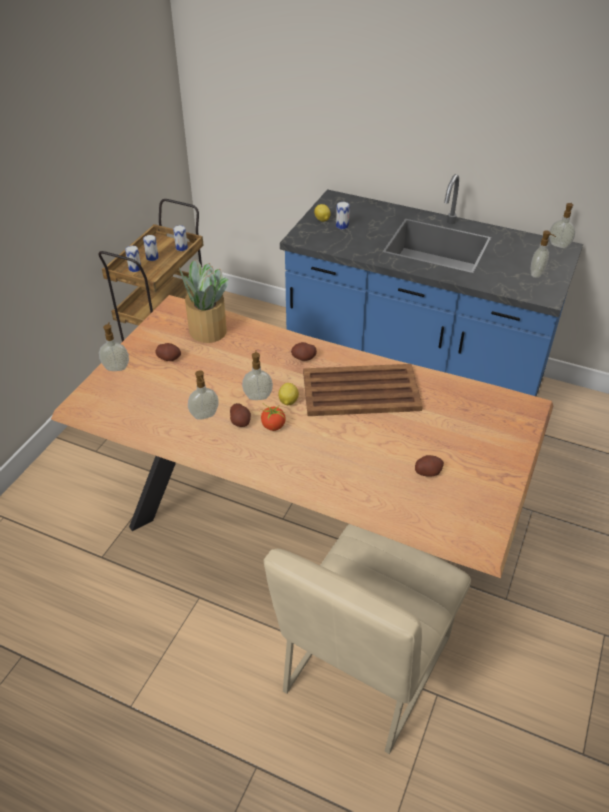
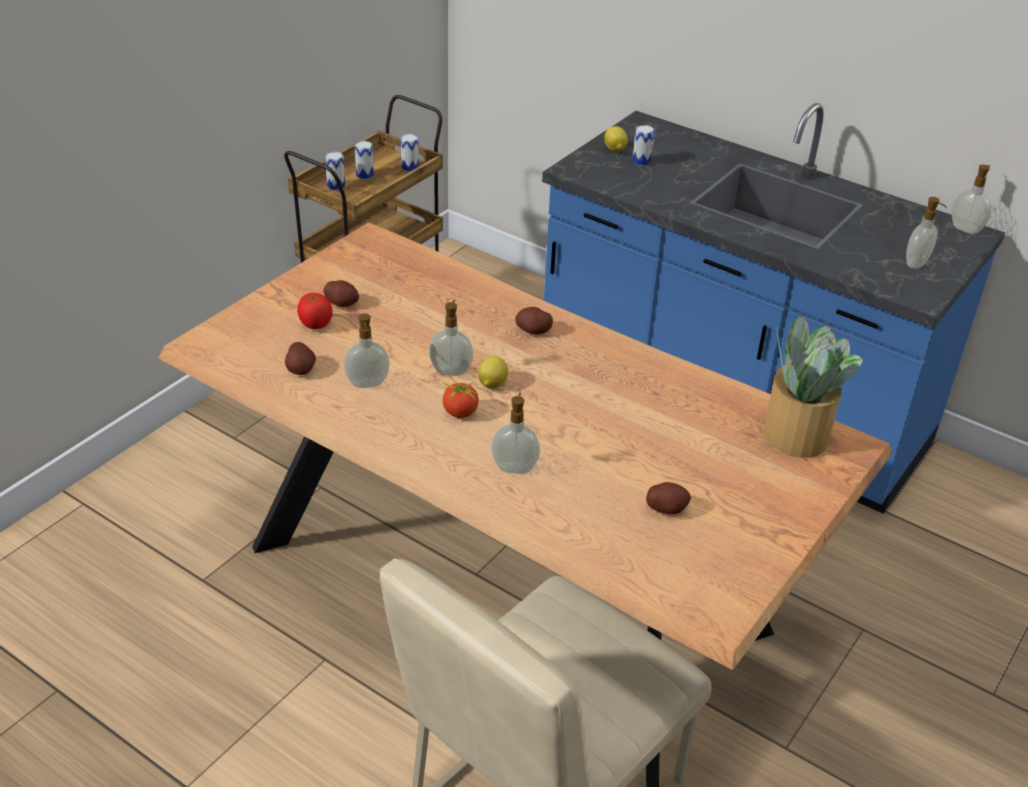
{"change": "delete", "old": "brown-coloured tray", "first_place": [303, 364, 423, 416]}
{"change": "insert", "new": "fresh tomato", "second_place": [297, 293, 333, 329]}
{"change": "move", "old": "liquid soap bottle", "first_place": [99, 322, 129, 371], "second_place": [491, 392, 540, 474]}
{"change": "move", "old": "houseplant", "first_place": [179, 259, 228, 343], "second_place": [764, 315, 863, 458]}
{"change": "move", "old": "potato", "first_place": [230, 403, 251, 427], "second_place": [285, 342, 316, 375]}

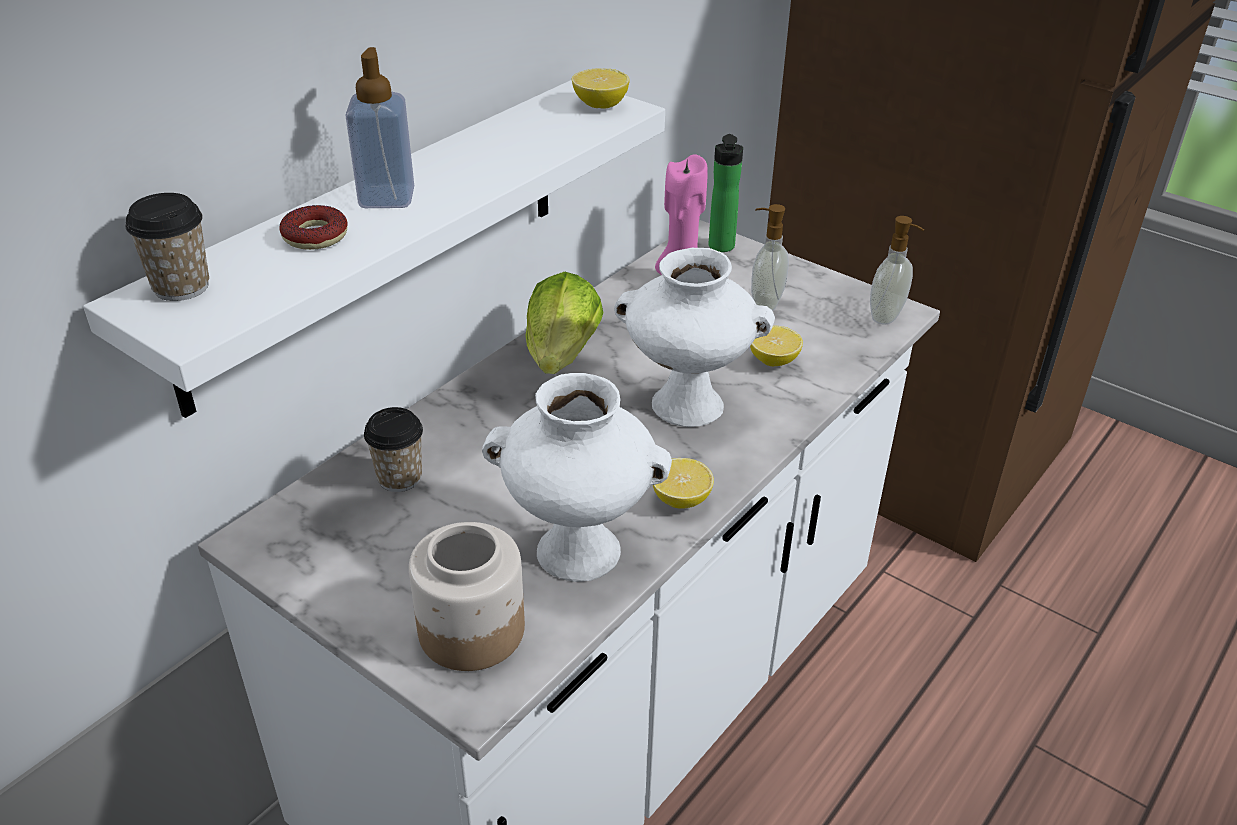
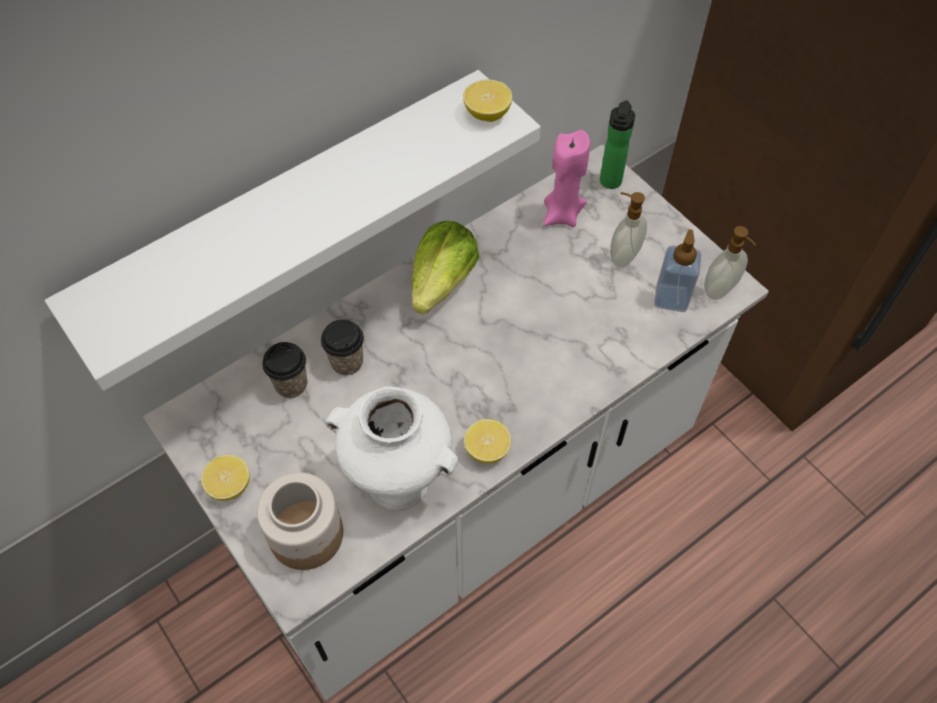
{"change": "delete", "old": "doughnut", "first_place": [280, 205, 348, 250]}
{"change": "delete", "old": "white flower vase", "first_place": [614, 248, 775, 427]}
{"change": "move", "old": "small cup", "first_place": [126, 193, 209, 301], "second_place": [321, 319, 364, 375]}
{"change": "move", "old": "liquid soap bottle", "first_place": [345, 47, 414, 208], "second_place": [654, 229, 701, 312]}
{"change": "move", "old": "citrus fruit", "first_place": [750, 325, 803, 366], "second_place": [201, 455, 250, 500]}

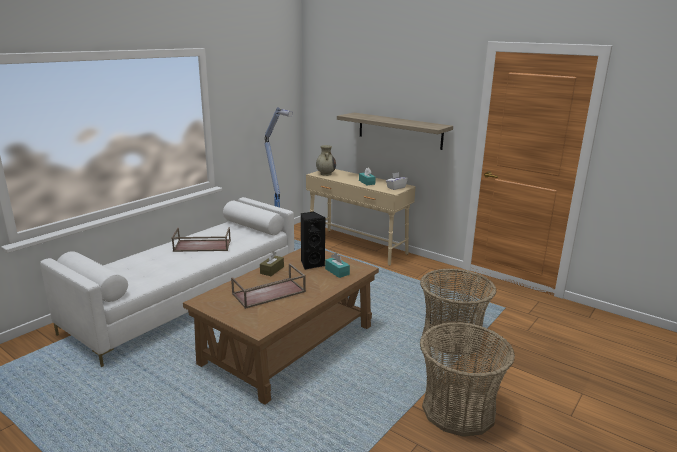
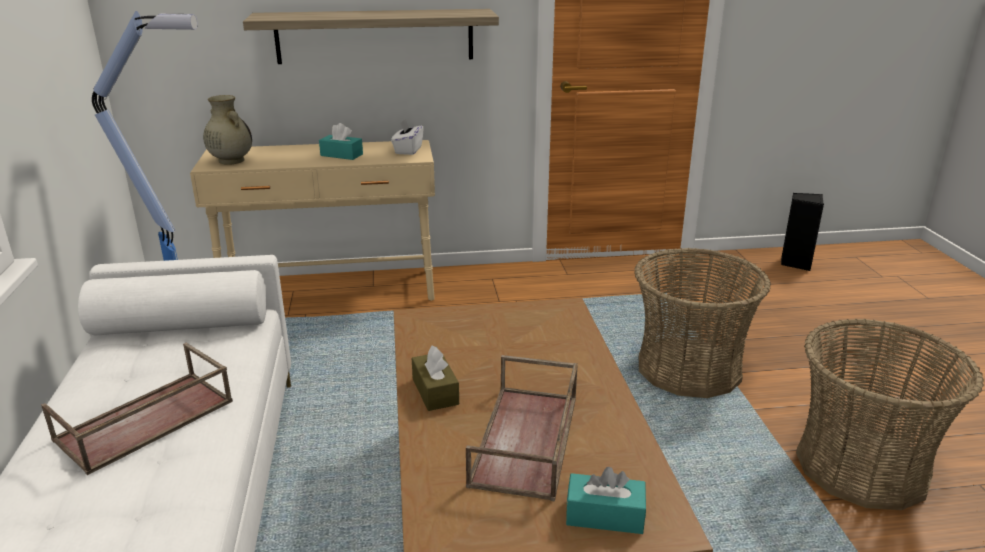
{"change": "move", "old": "black-coloured speaker", "first_place": [301, 212, 326, 270], "second_place": [781, 193, 824, 271]}
{"change": "move", "old": "blue-green tissue box", "first_place": [325, 253, 350, 278], "second_place": [566, 467, 646, 534]}

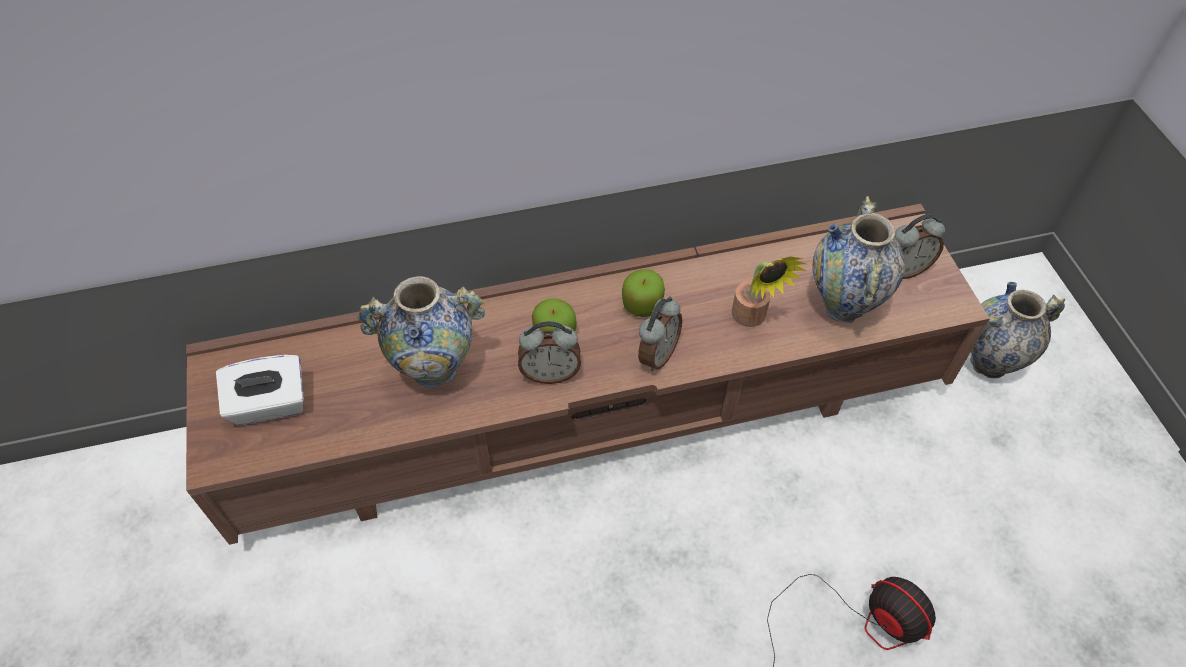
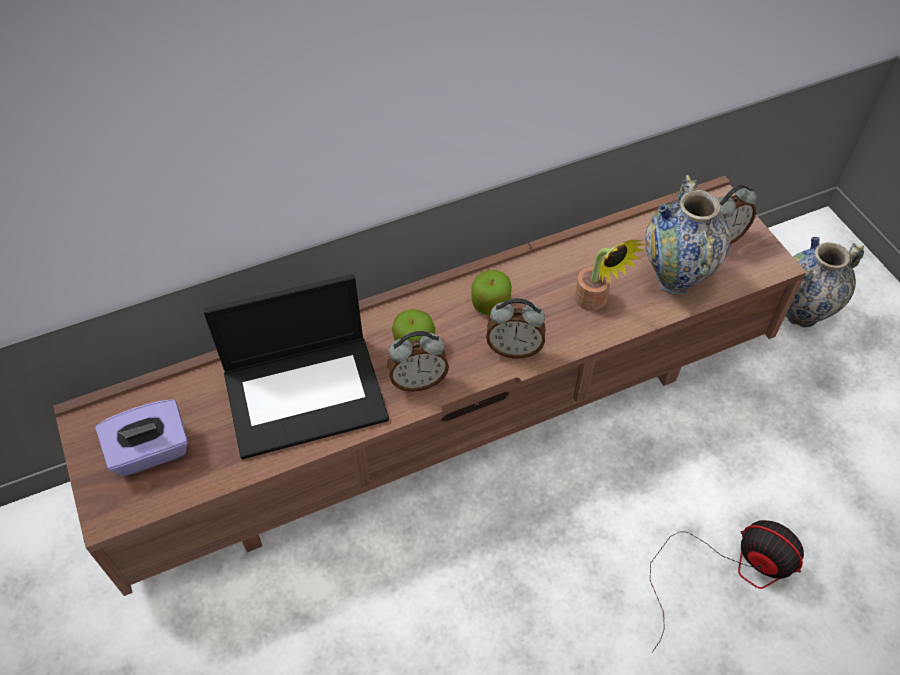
{"change": "replace", "old": "flower vase", "new": "laptop", "first_place": [357, 276, 485, 388], "second_place": [203, 274, 389, 459]}
{"change": "recolor", "old": "white tissue box", "new": "purplish tissue box", "first_place": [216, 355, 304, 425], "second_place": [95, 399, 188, 476]}
{"change": "rotate", "old": "bedside clock", "first_place": [638, 297, 682, 371], "second_place": [486, 298, 546, 358], "degrees": 75}

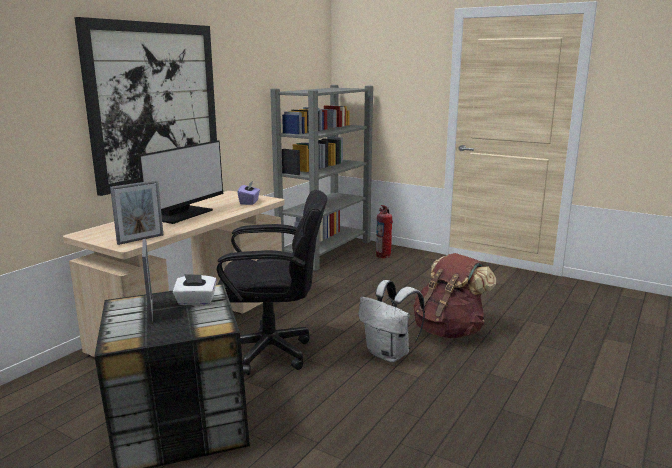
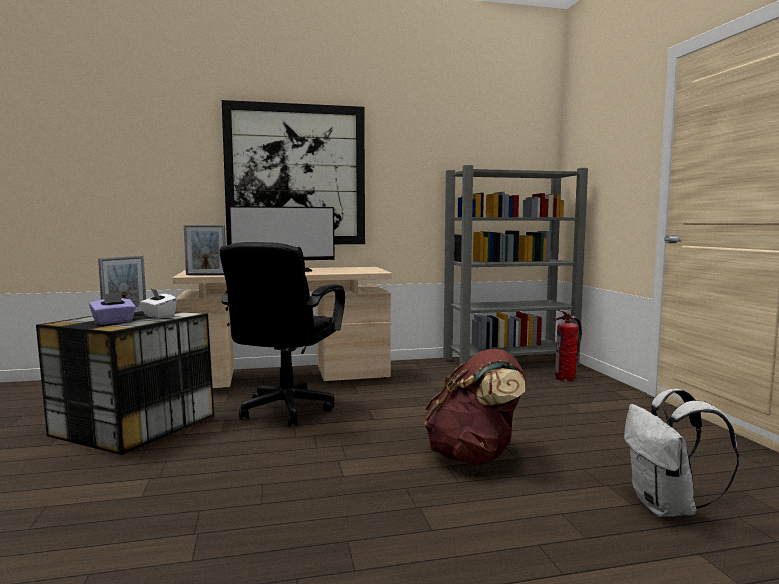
{"change": "move", "old": "purplish tissue box", "first_place": [237, 181, 260, 205], "second_place": [89, 293, 136, 325]}
{"change": "move", "old": "white backpack", "first_place": [358, 280, 425, 362], "second_place": [624, 389, 739, 517]}
{"change": "rotate", "old": "black-coloured desk chair", "first_place": [217, 190, 328, 375], "second_place": [219, 242, 345, 426], "degrees": 60}

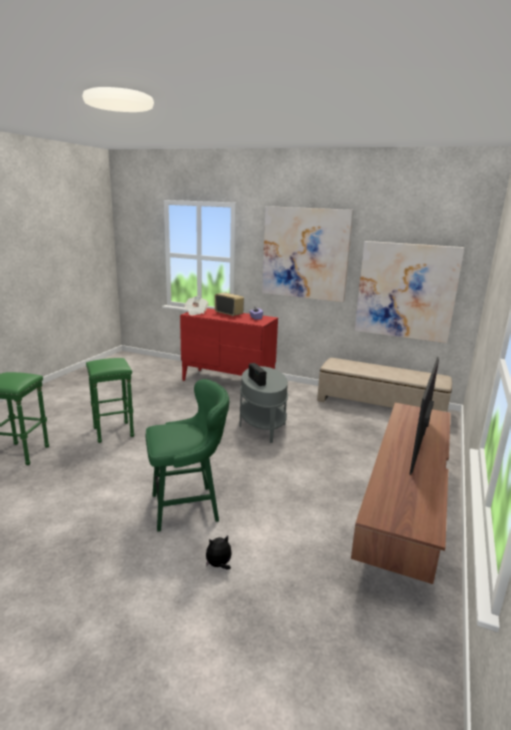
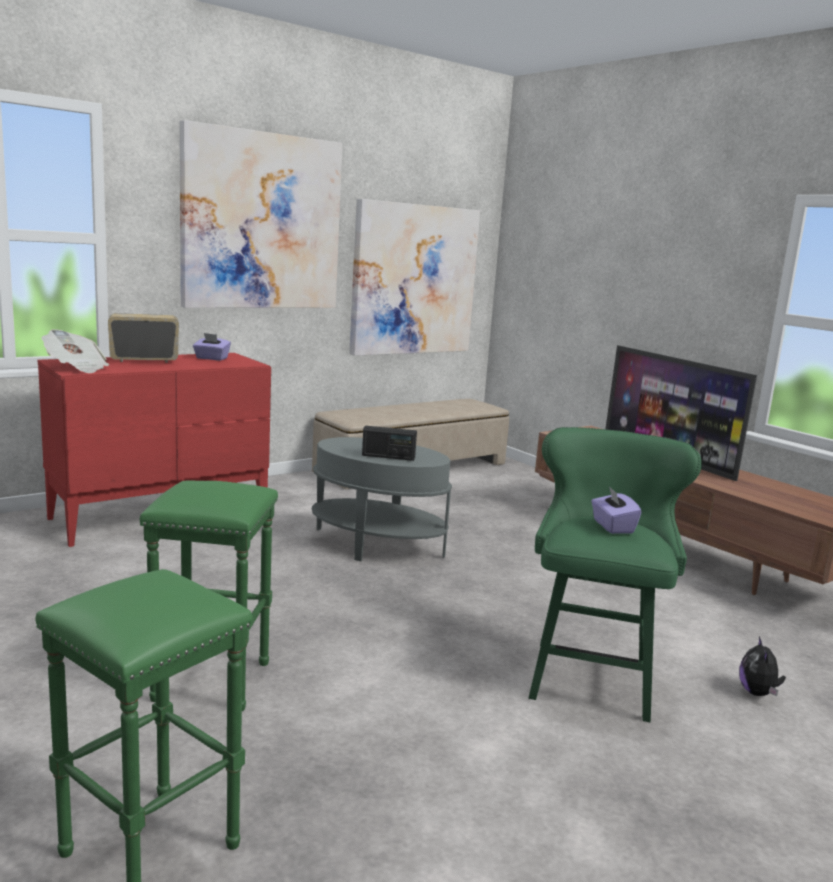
{"change": "insert", "new": "purplish tissue box", "second_place": [591, 486, 642, 534]}

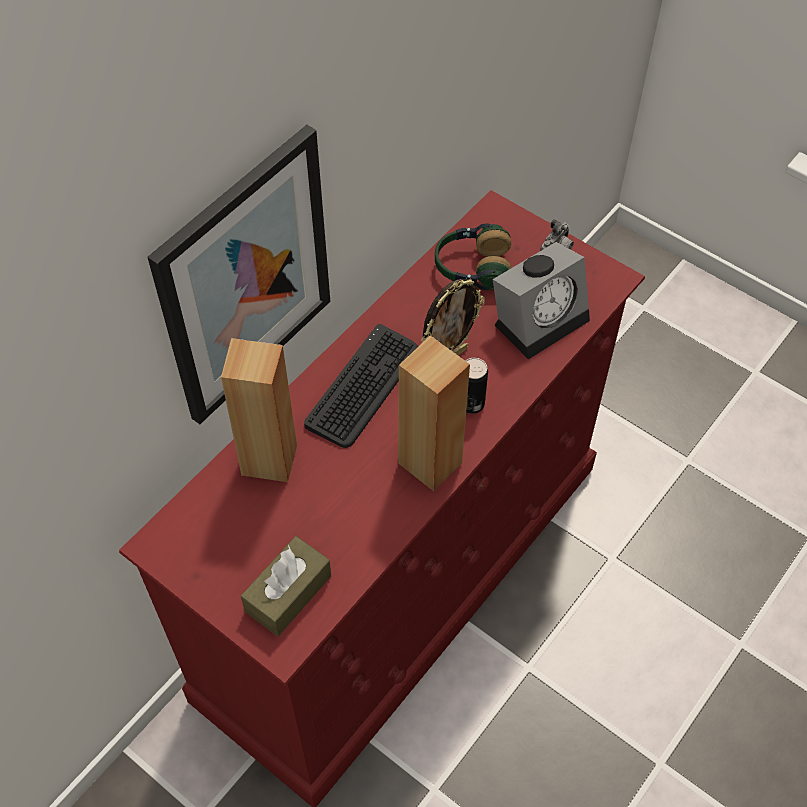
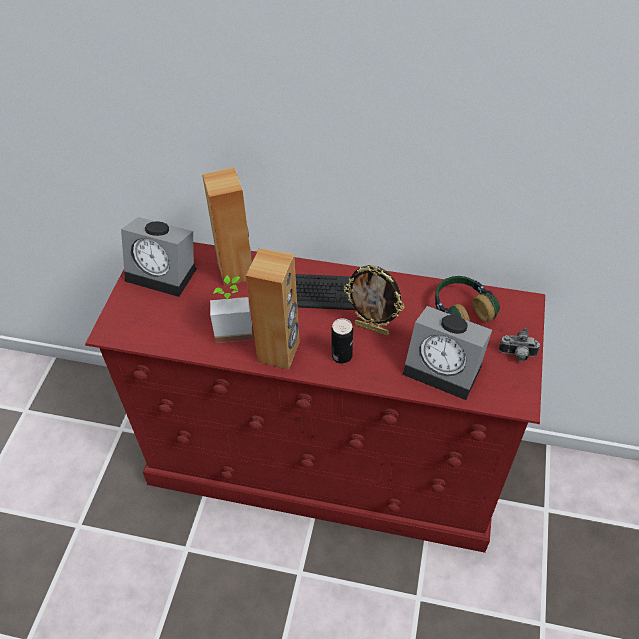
{"change": "delete", "old": "wall art", "first_place": [147, 125, 330, 424]}
{"change": "delete", "old": "brown-coloured tissue box", "first_place": [241, 536, 331, 636]}
{"change": "insert", "new": "bedside clock", "second_place": [121, 217, 197, 297]}
{"change": "insert", "new": "houseplant", "second_place": [210, 276, 253, 343]}

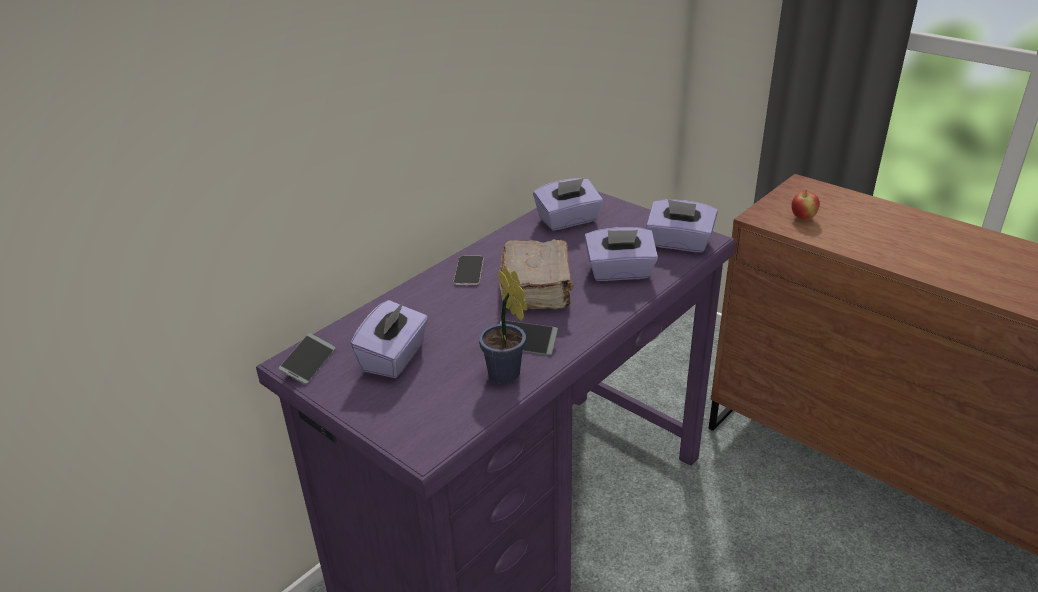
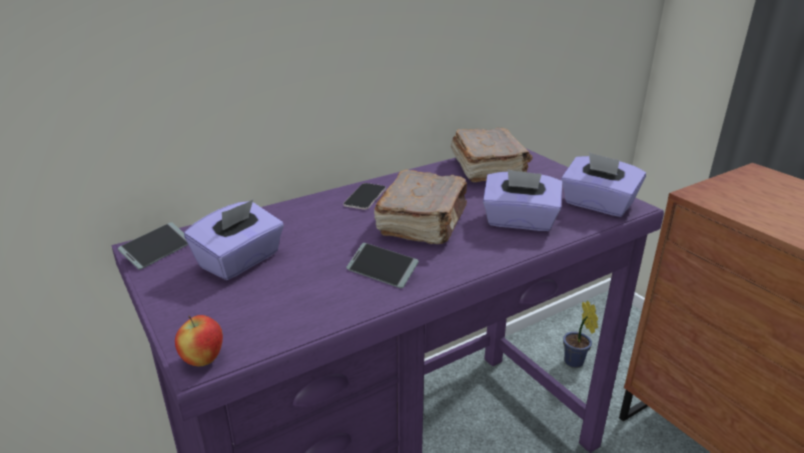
{"change": "move", "old": "houseplant", "first_place": [479, 266, 527, 384], "second_place": [563, 300, 598, 368]}
{"change": "move", "old": "apple fruit", "first_place": [791, 191, 820, 220], "second_place": [175, 315, 223, 366]}
{"change": "replace", "old": "purplish tissue box", "new": "brown-coloured book", "first_place": [533, 178, 603, 230], "second_place": [451, 127, 532, 182]}

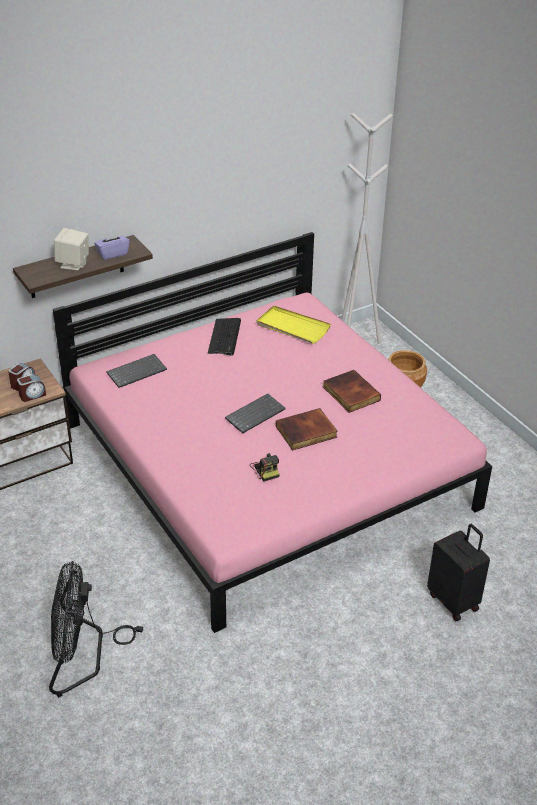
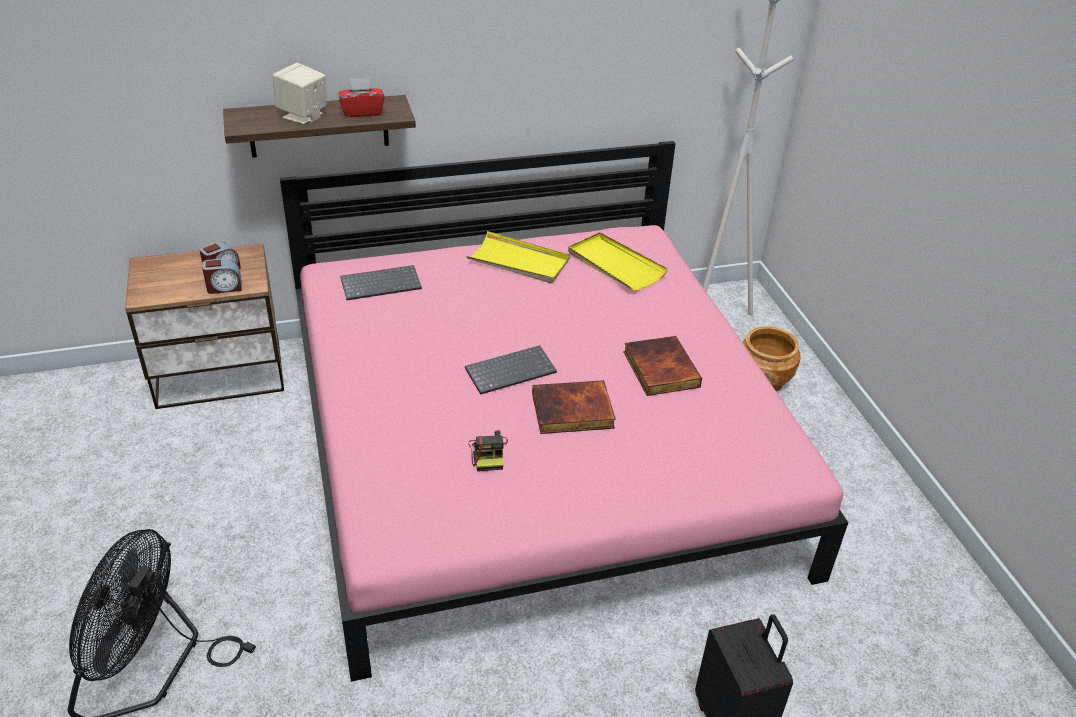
{"change": "replace", "old": "PC keyboard", "new": "yellowish tray", "first_place": [208, 318, 241, 356], "second_place": [466, 231, 570, 283]}
{"change": "recolor", "old": "purplish tissue box", "new": "red tissue box", "first_place": [94, 230, 130, 260], "second_place": [338, 77, 385, 117]}

